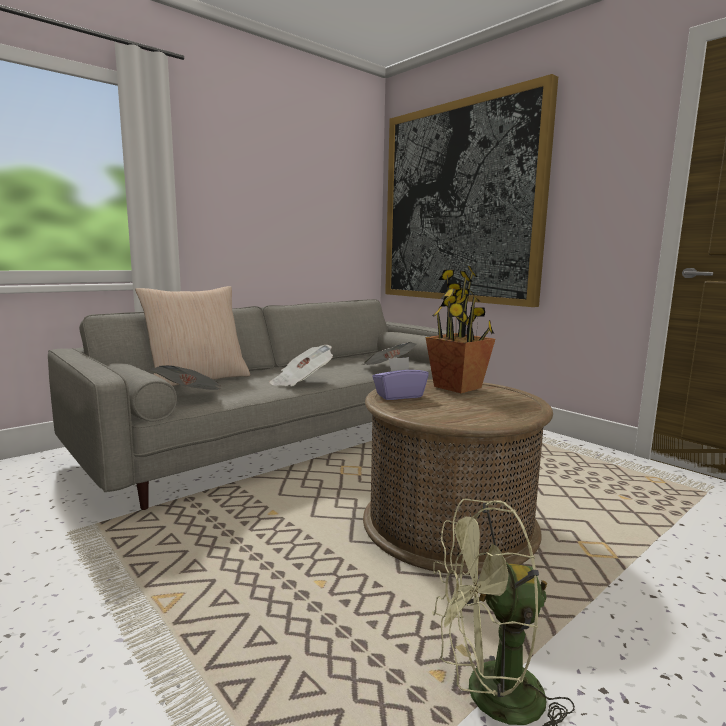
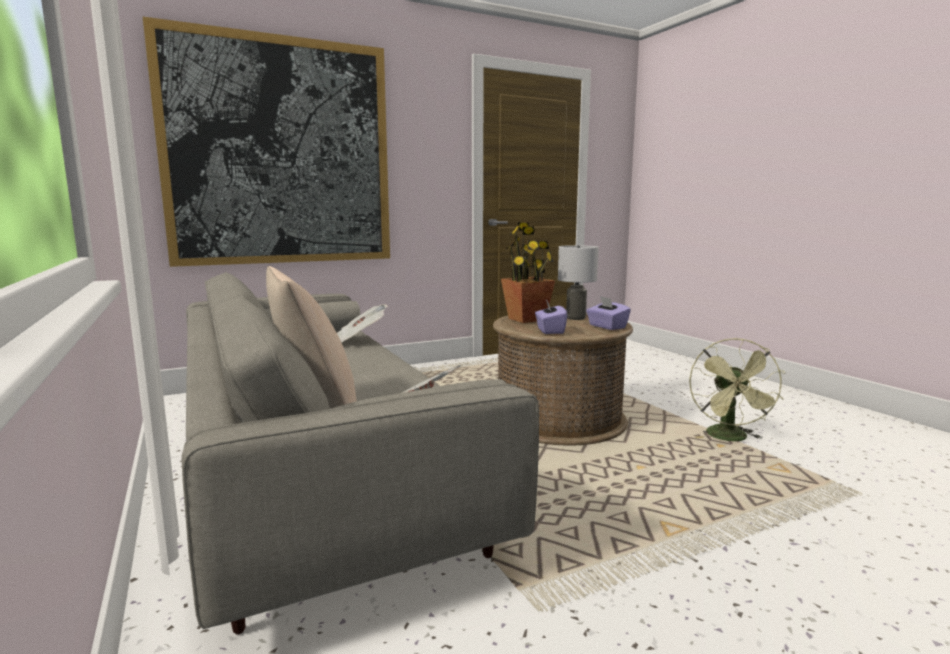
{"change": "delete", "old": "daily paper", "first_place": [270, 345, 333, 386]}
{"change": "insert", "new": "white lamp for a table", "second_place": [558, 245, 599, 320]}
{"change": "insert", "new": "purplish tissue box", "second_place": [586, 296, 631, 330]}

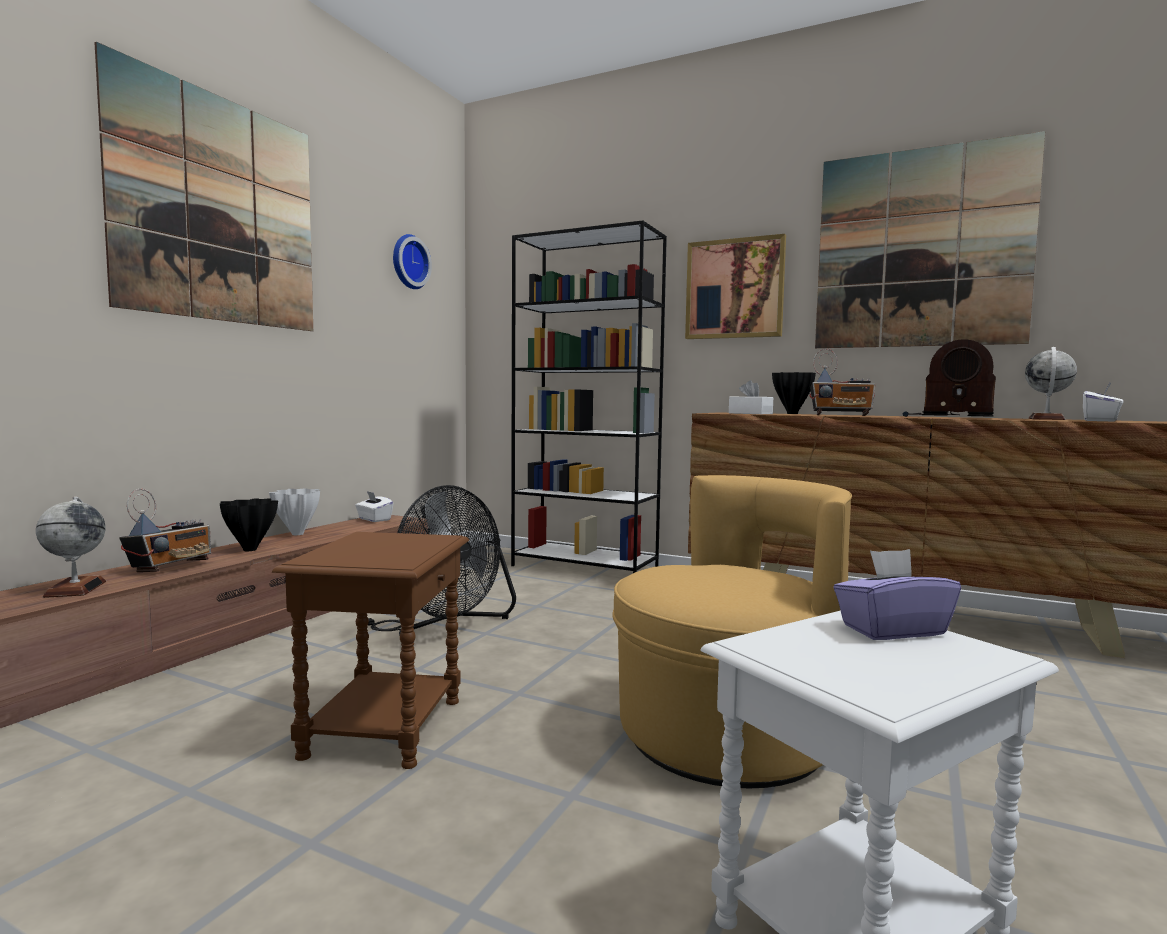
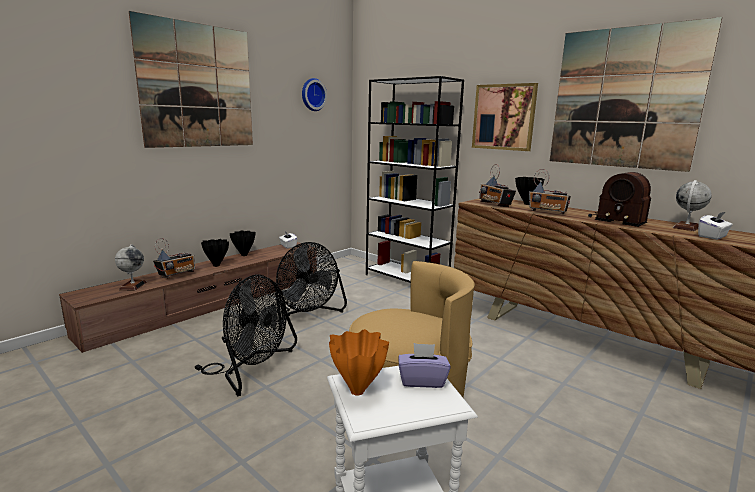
{"change": "insert", "new": "orangey flower vase", "second_place": [329, 329, 389, 396]}
{"change": "replace", "old": "brown-coloured side table", "new": "black-coloured fan", "first_place": [272, 532, 469, 769], "second_place": [195, 275, 297, 397]}
{"change": "replace", "old": "white tissue box", "new": "radio set", "first_place": [729, 380, 773, 414], "second_place": [479, 164, 516, 207]}
{"change": "recolor", "old": "white flower vase", "new": "black-coloured flower vase", "first_place": [269, 488, 320, 535], "second_place": [230, 231, 256, 256]}

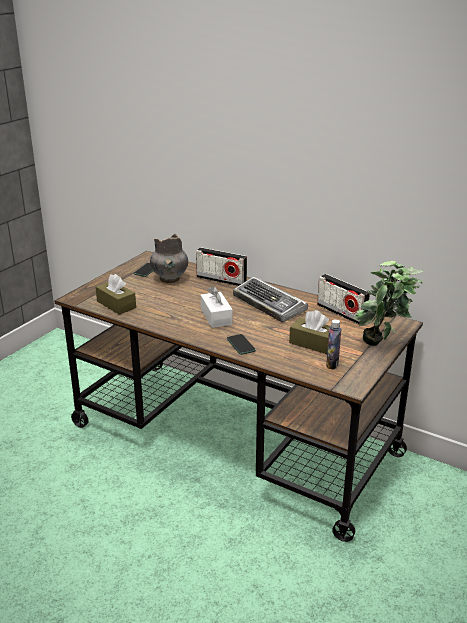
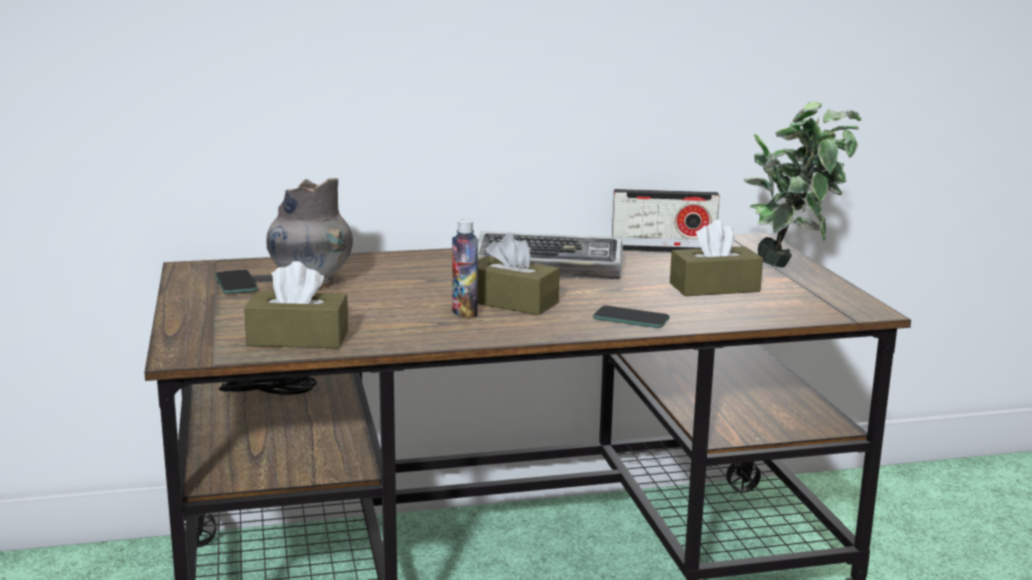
{"change": "delete", "old": "radio set", "first_place": [196, 247, 247, 286]}
{"change": "move", "old": "drink bottle", "first_place": [326, 319, 341, 370], "second_place": [452, 219, 478, 318]}
{"change": "recolor", "old": "white tissue box", "new": "brown-coloured tissue box", "first_place": [201, 286, 233, 328], "second_place": [478, 233, 560, 315]}

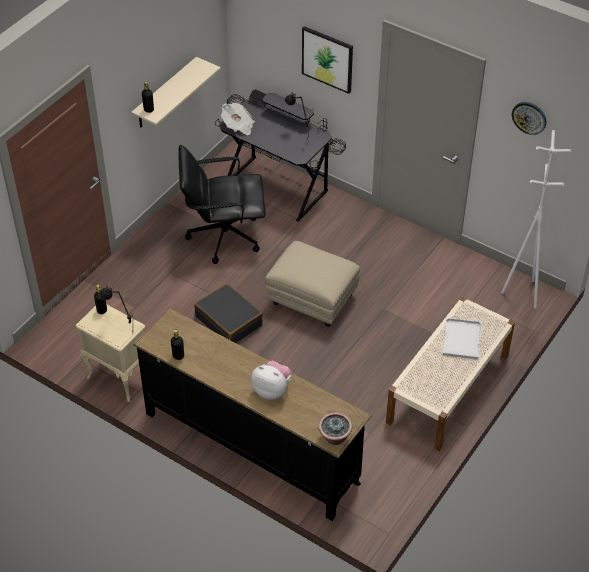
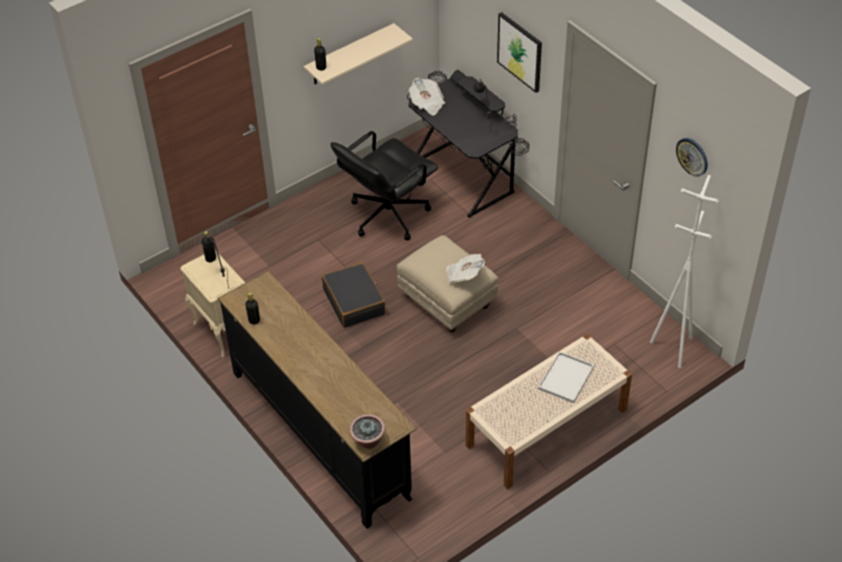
{"change": "delete", "old": "cuddly toy", "first_place": [251, 361, 292, 400]}
{"change": "insert", "new": "daily paper", "second_place": [446, 254, 485, 283]}
{"change": "rotate", "old": "black-coloured desk chair", "first_place": [178, 145, 266, 264], "second_place": [331, 131, 438, 241], "degrees": -60}

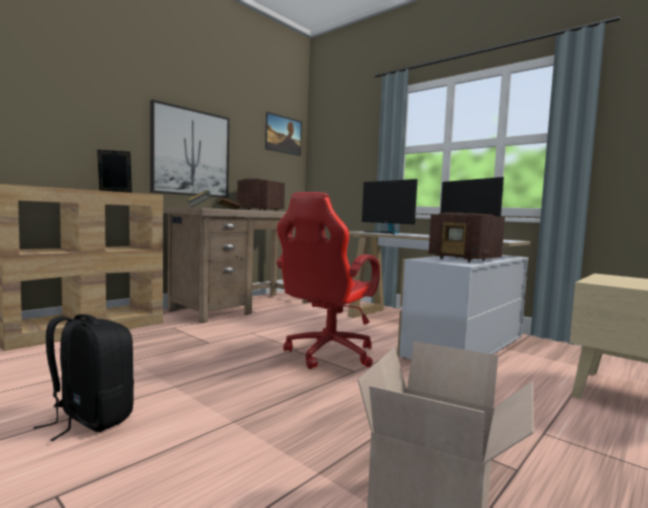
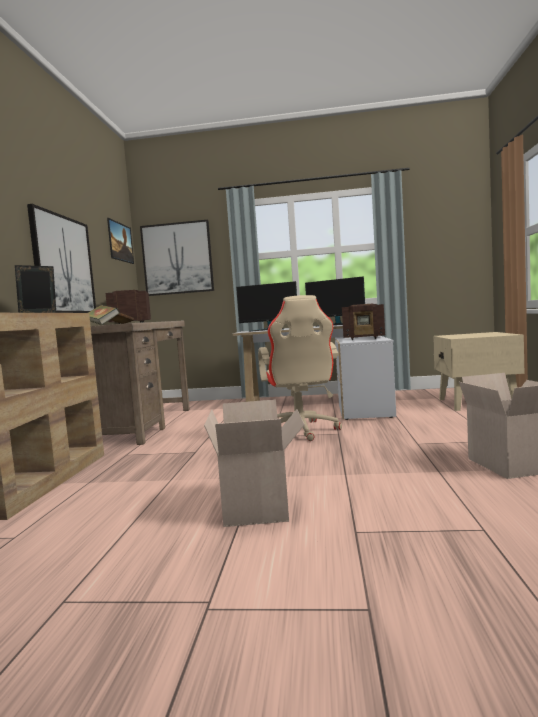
{"change": "insert", "new": "wall art", "second_place": [140, 220, 214, 296]}
{"change": "replace", "old": "black-coloured backpack", "new": "packing box", "first_place": [34, 314, 134, 441], "second_place": [204, 399, 305, 527]}
{"change": "recolor", "old": "red desk chair", "new": "beige-coloured desk chair", "first_place": [276, 192, 380, 369], "second_place": [258, 295, 342, 441]}

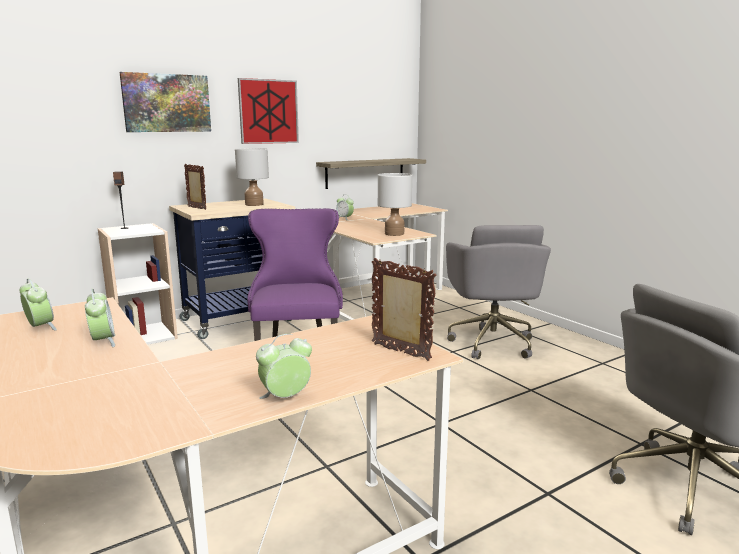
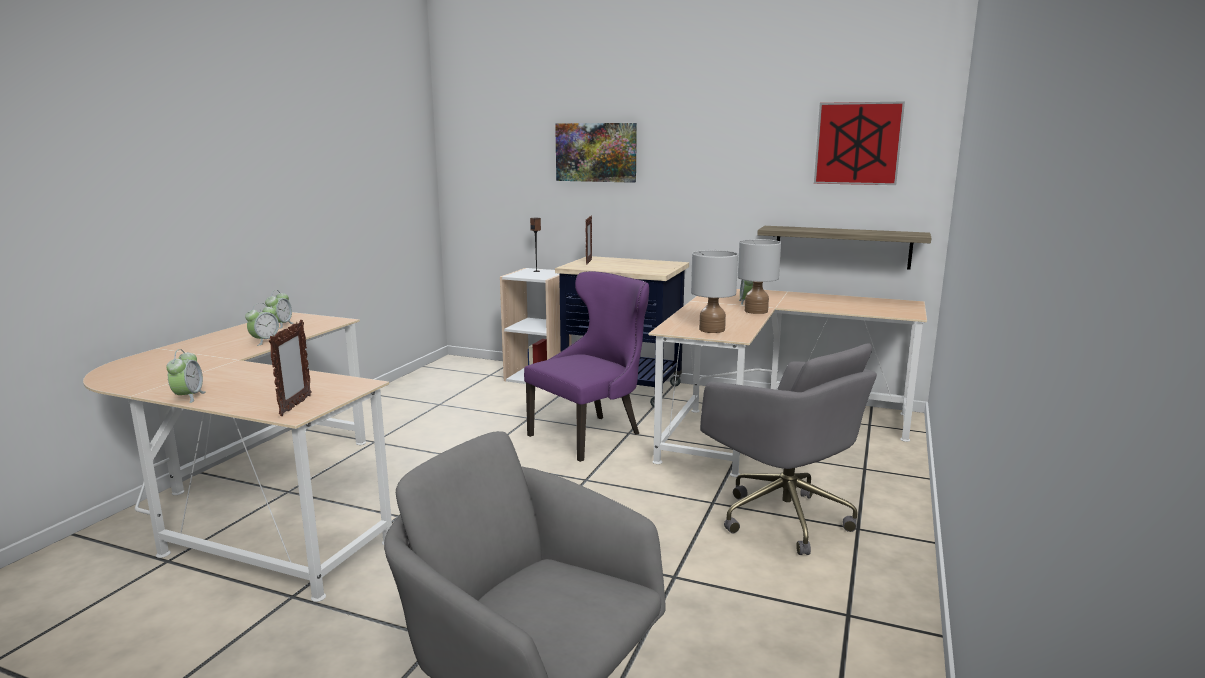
{"change": "move", "old": "grey lamp for a table", "first_place": [235, 148, 269, 206], "second_place": [738, 239, 781, 314]}
{"change": "move", "old": "wall art", "first_place": [238, 78, 299, 144], "second_place": [814, 101, 905, 185]}
{"change": "rotate", "old": "bedside clock", "first_place": [256, 333, 312, 399], "second_place": [166, 349, 206, 403], "degrees": 60}
{"change": "rotate", "old": "grey desk chair", "first_place": [446, 225, 551, 359], "second_place": [700, 343, 877, 555], "degrees": -90}

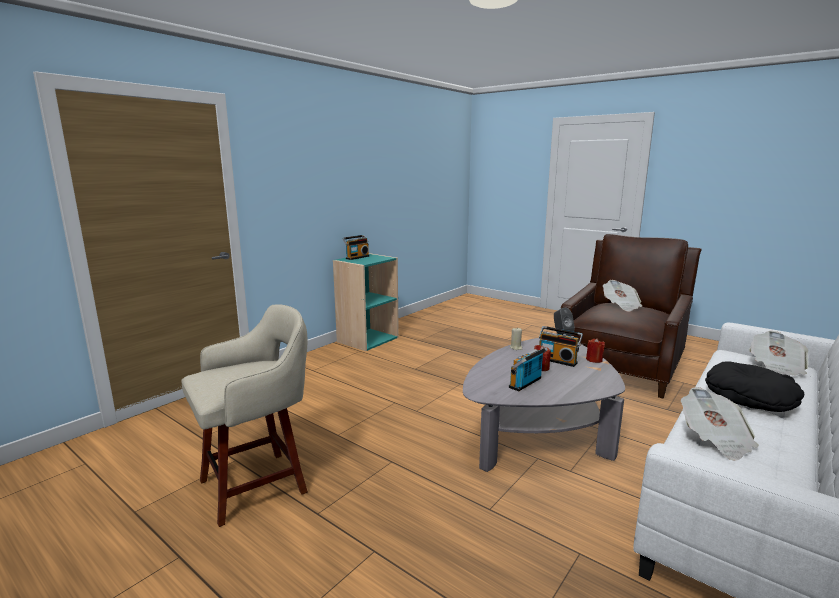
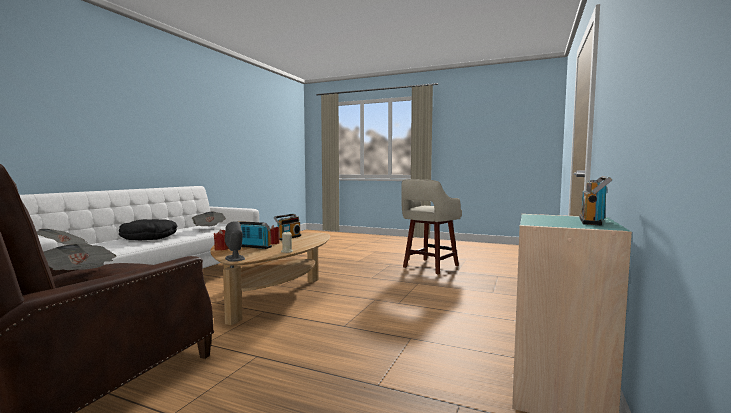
{"change": "recolor", "old": "grey coffee table", "new": "brown-coloured coffee table", "first_place": [463, 338, 625, 472], "second_place": [210, 233, 330, 325]}

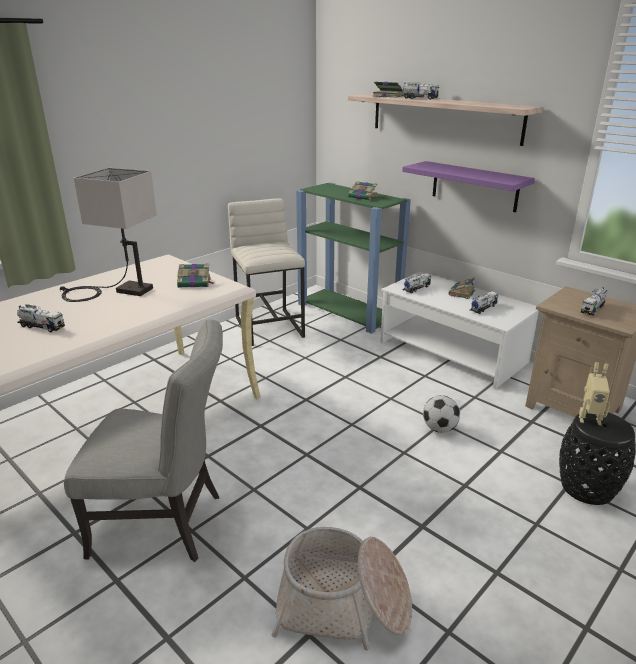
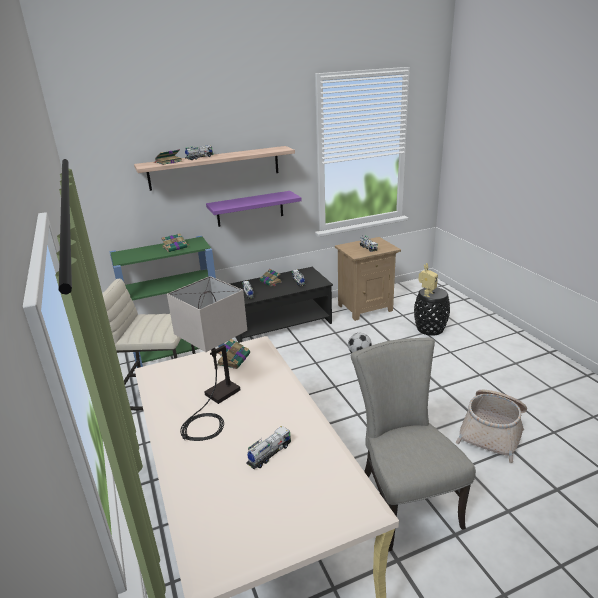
{"change": "recolor", "old": "white coffee table", "new": "black-coloured coffee table", "first_place": [380, 271, 539, 389], "second_place": [230, 267, 333, 343]}
{"change": "rotate", "old": "grey upright chair", "first_place": [64, 319, 223, 562], "second_place": [351, 338, 476, 552], "degrees": -45}

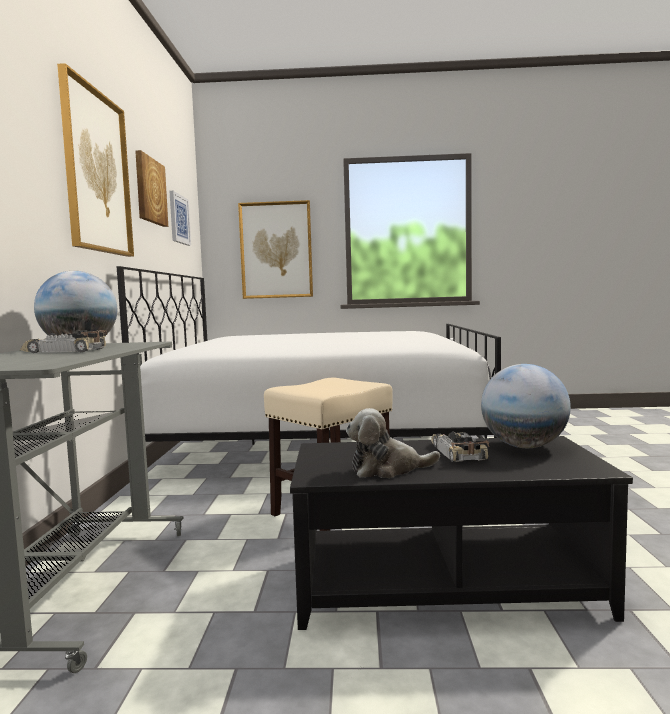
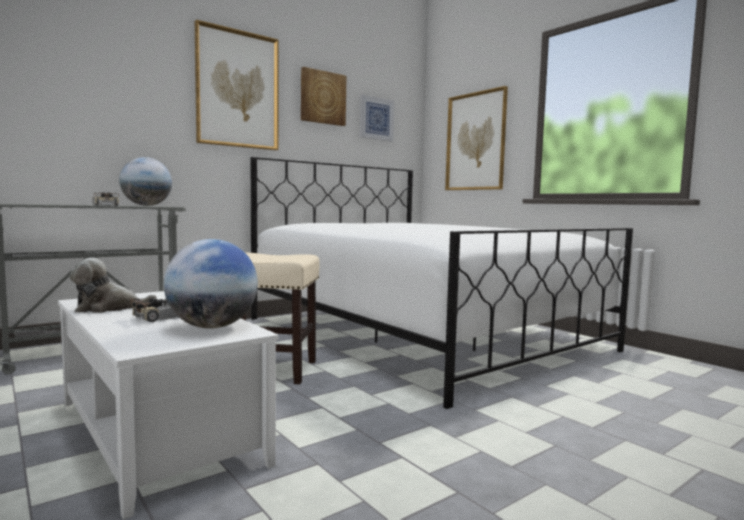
{"change": "recolor", "old": "black-coloured coffee table", "new": "white coffee table", "first_place": [290, 436, 633, 630], "second_place": [58, 291, 278, 519]}
{"change": "rotate", "old": "cuddly toy", "first_place": [346, 408, 440, 478], "second_place": [69, 258, 157, 313], "degrees": -60}

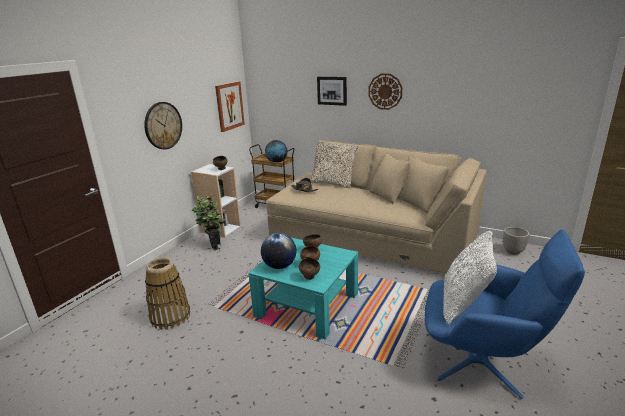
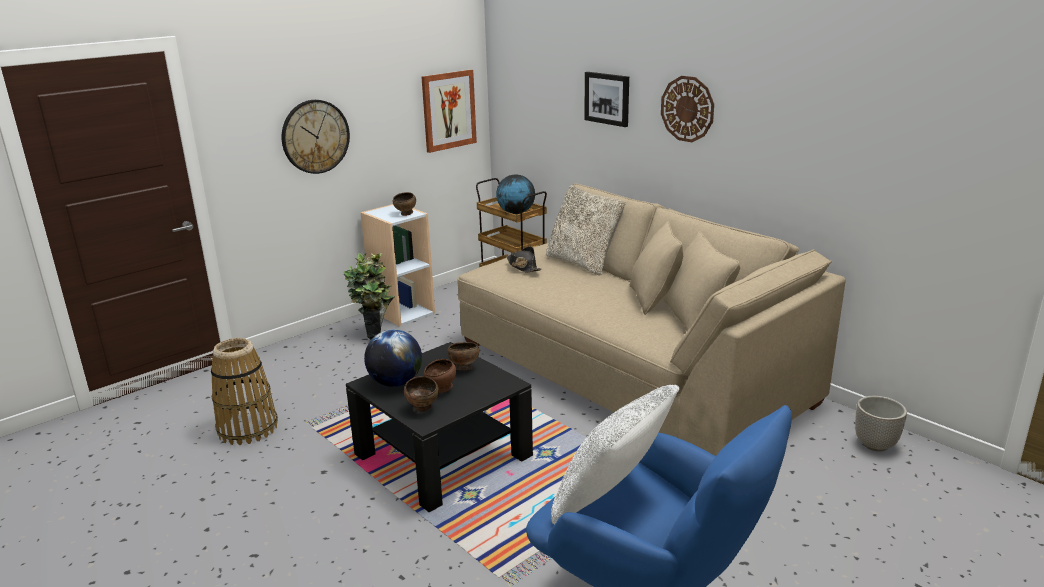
{"change": "recolor", "old": "blue-green coffee table", "new": "black-coloured coffee table", "first_place": [249, 238, 358, 339], "second_place": [346, 342, 533, 513]}

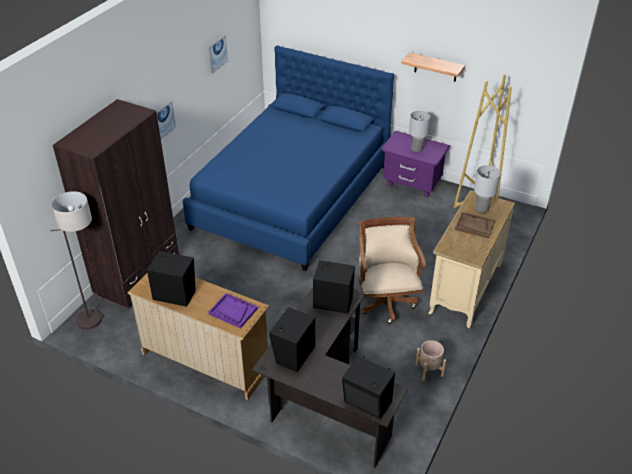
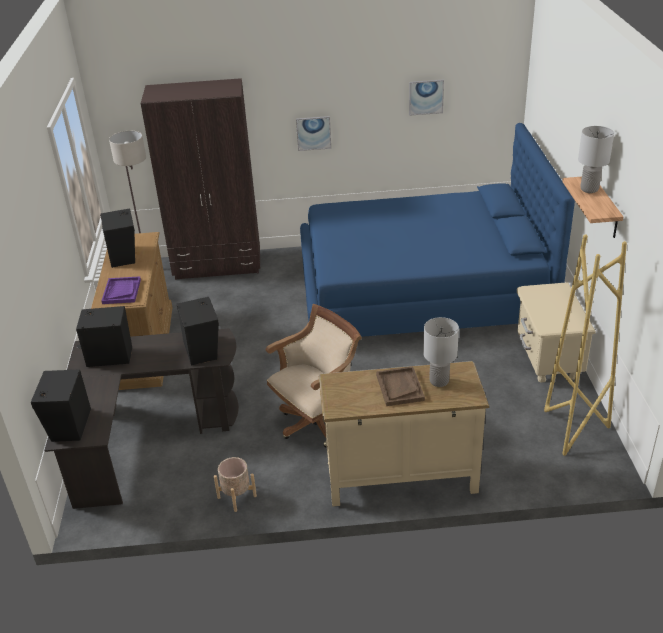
{"change": "move", "old": "grey lamp for a table", "first_place": [409, 111, 430, 152], "second_place": [578, 126, 614, 193]}
{"change": "recolor", "old": "purplish nightstand", "new": "beige-coloured nightstand", "first_place": [382, 131, 450, 197], "second_place": [517, 282, 596, 382]}

